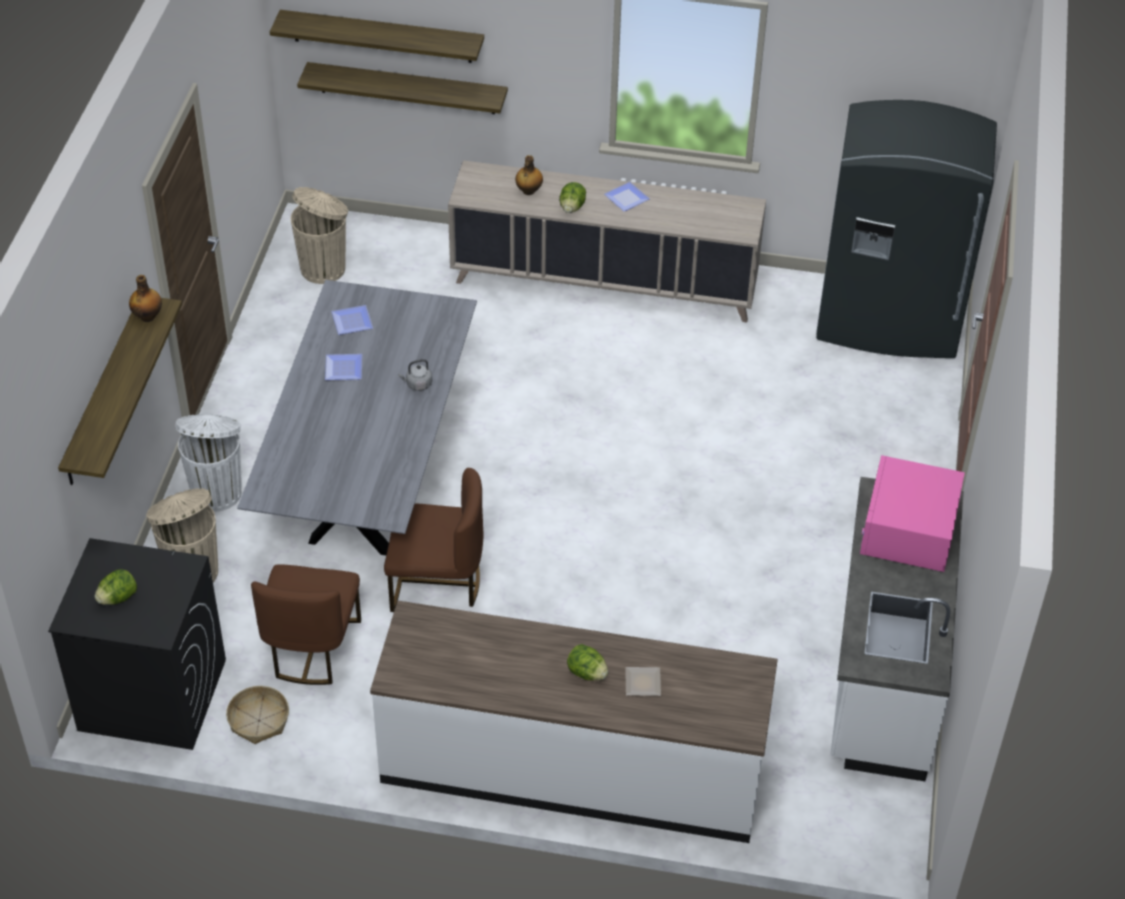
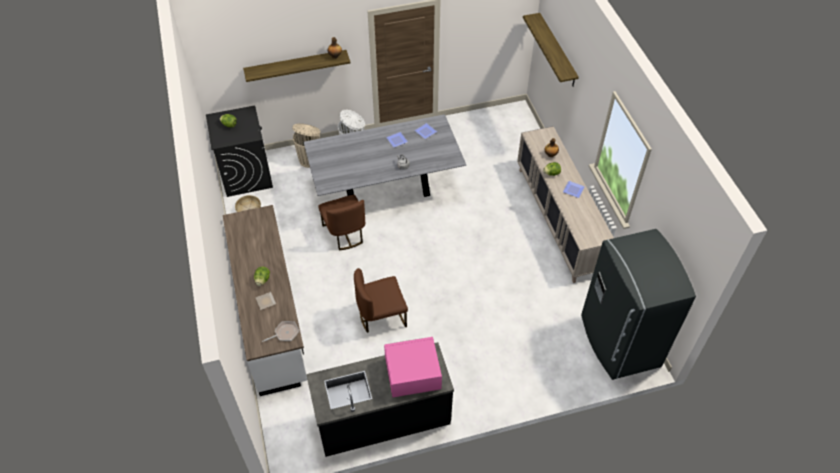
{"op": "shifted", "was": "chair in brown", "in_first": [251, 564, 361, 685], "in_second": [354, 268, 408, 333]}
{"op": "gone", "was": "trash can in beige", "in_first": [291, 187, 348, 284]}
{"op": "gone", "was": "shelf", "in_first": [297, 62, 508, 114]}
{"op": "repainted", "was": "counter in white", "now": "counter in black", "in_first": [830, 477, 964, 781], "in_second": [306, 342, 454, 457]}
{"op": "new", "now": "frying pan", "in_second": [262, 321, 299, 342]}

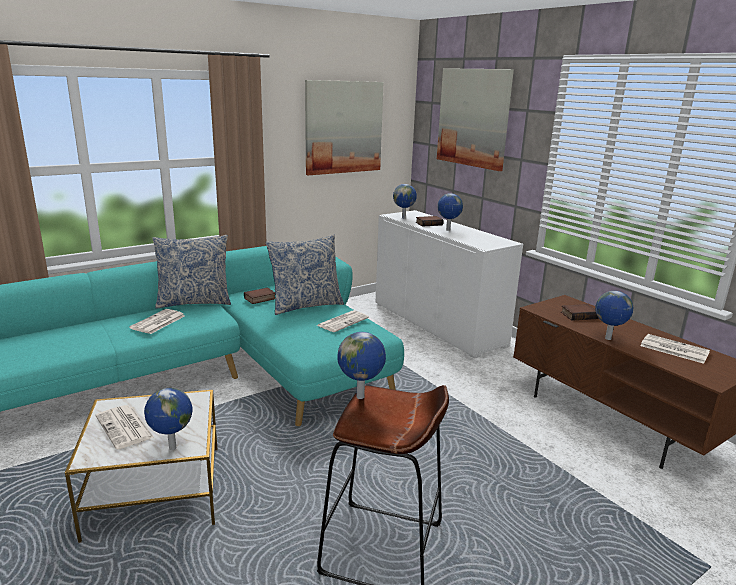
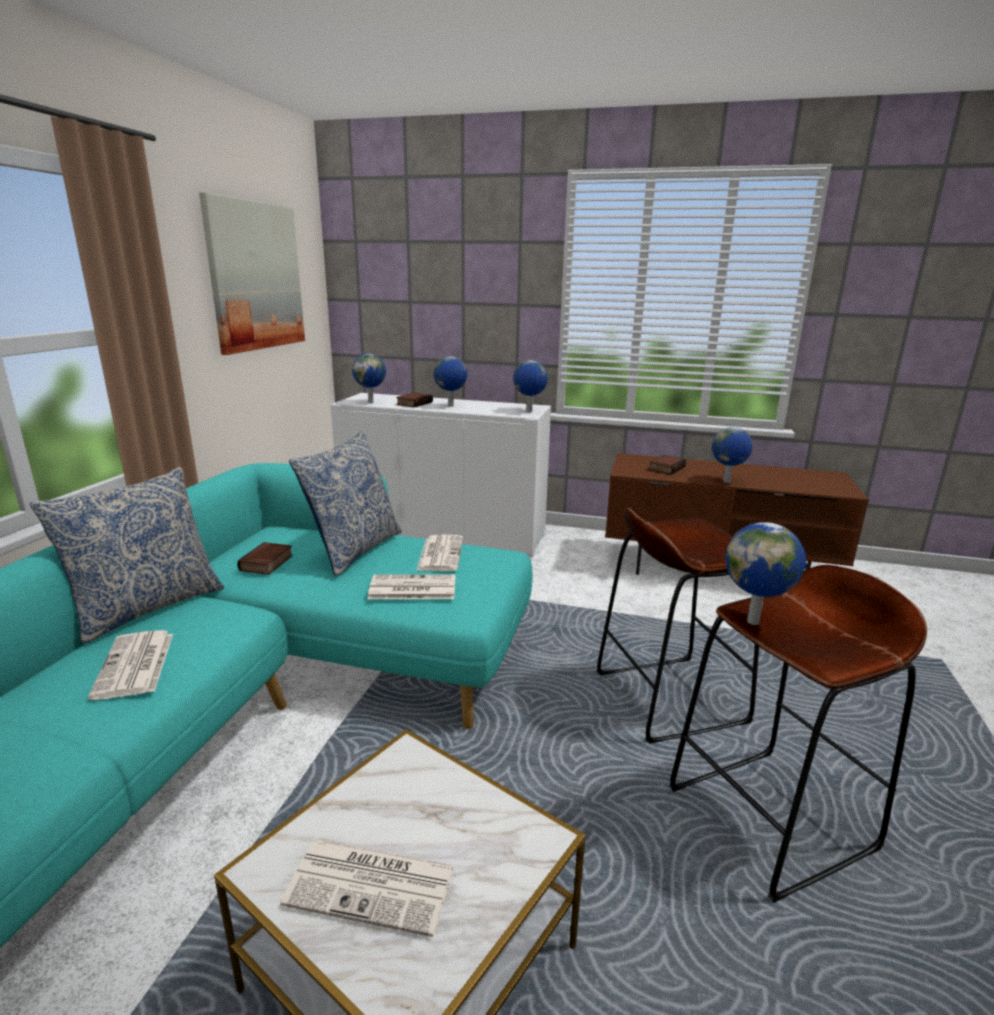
{"op": "shifted", "was": "globe", "in_first": [144, 388, 193, 450], "in_second": [513, 360, 548, 412]}
{"op": "gone", "was": "picture", "in_first": [437, 68, 514, 171]}
{"op": "shifted", "was": "newspaper", "in_first": [640, 334, 710, 364], "in_second": [368, 574, 455, 599]}
{"op": "new", "now": "stool in brown", "in_second": [597, 508, 759, 744]}

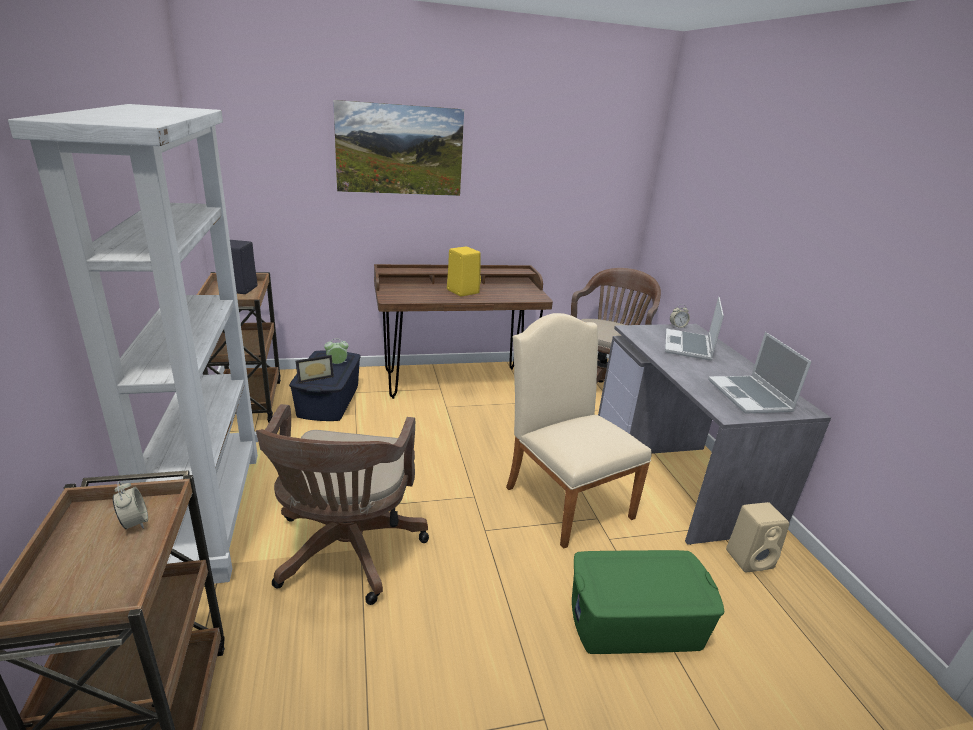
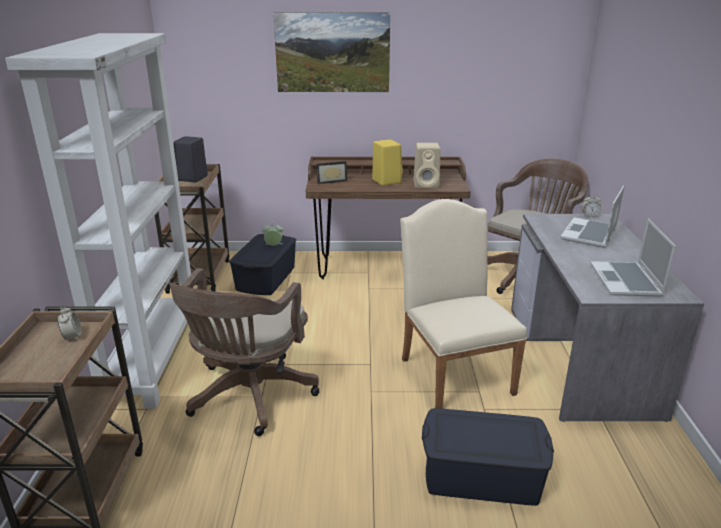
{"op": "shifted", "was": "picture frame", "in_first": [296, 355, 334, 383], "in_second": [316, 161, 348, 184]}
{"op": "repainted", "was": "storage box in green", "now": "storage box in blue", "in_first": [572, 550, 724, 654], "in_second": [422, 408, 554, 506]}
{"op": "shifted", "was": "speaker in beige", "in_first": [726, 502, 790, 572], "in_second": [413, 143, 441, 188]}

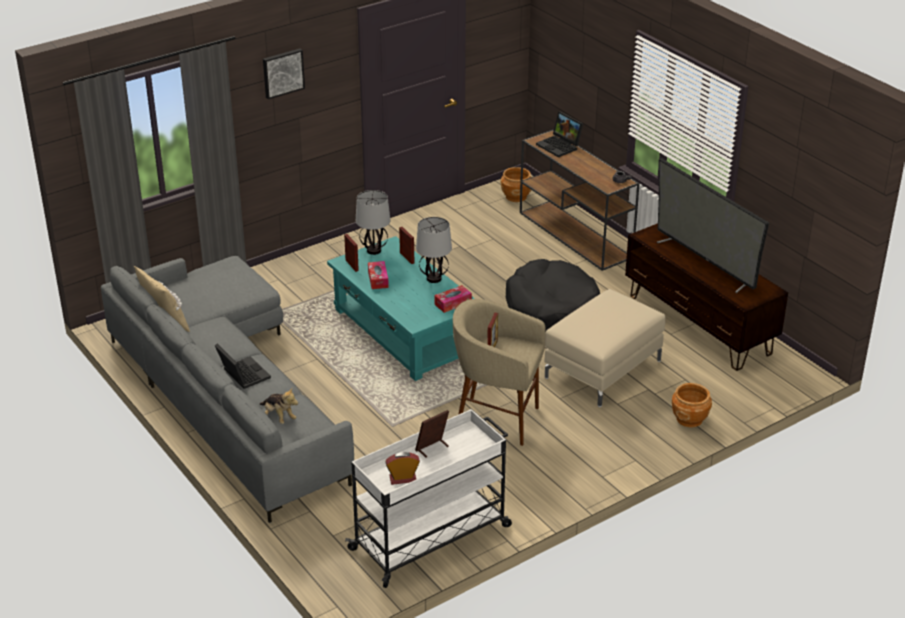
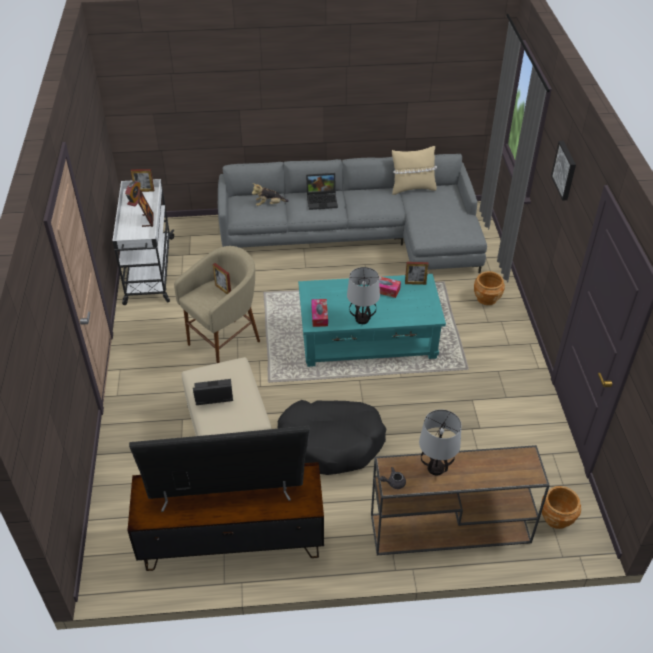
{"op": "shifted", "was": "table lamp", "in_first": [356, 190, 391, 255], "in_second": [419, 410, 461, 476]}
{"op": "shifted", "was": "picture frame", "in_first": [399, 227, 414, 264], "in_second": [131, 169, 154, 192]}
{"op": "shifted", "was": "laptop", "in_first": [536, 111, 583, 158], "in_second": [193, 379, 233, 405]}
{"op": "shifted", "was": "planter in brown", "in_first": [672, 383, 712, 427], "in_second": [474, 271, 505, 305]}

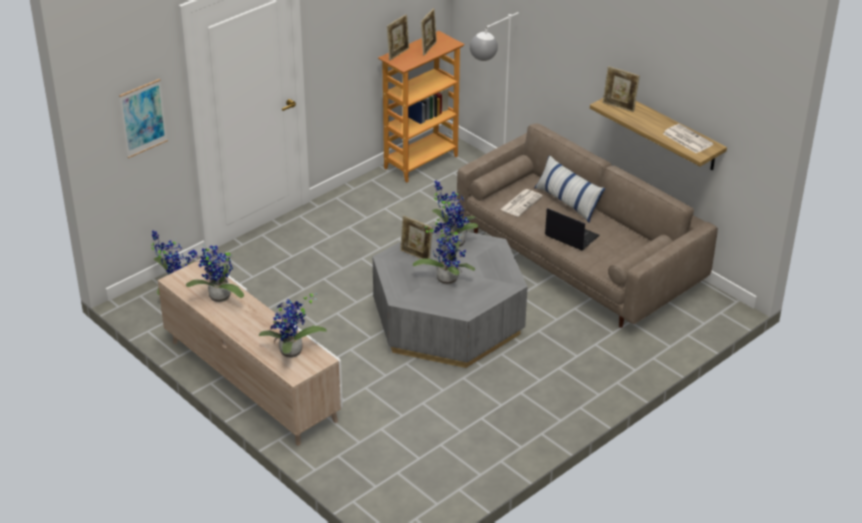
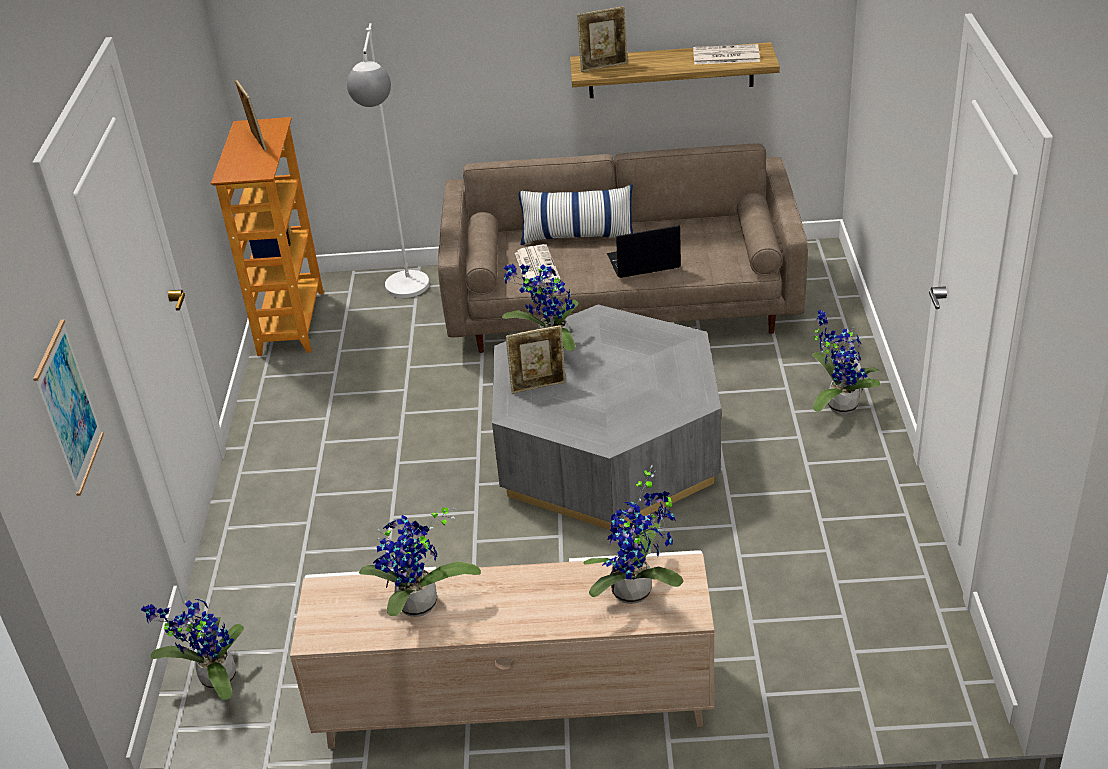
{"op": "gone", "was": "picture frame", "in_first": [387, 14, 409, 60]}
{"op": "shifted", "was": "potted plant", "in_first": [413, 212, 475, 285], "in_second": [811, 310, 880, 414]}

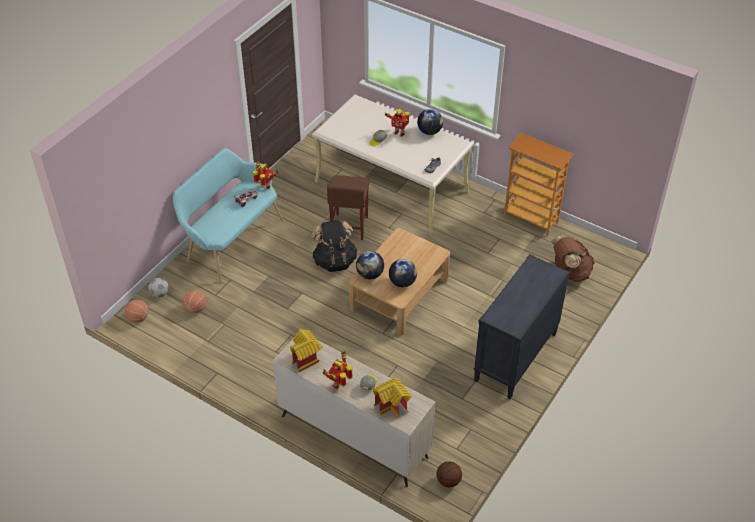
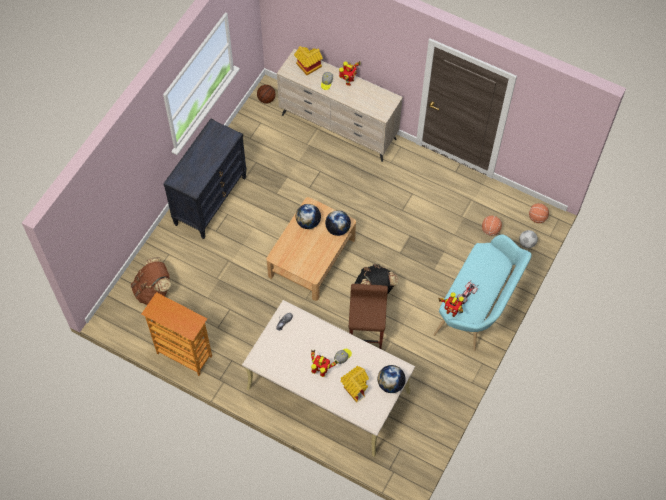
{"op": "shifted", "was": "toy house", "in_first": [290, 329, 323, 372], "in_second": [340, 366, 369, 403]}
{"op": "shifted", "was": "globe", "in_first": [417, 109, 443, 135], "in_second": [378, 365, 406, 393]}

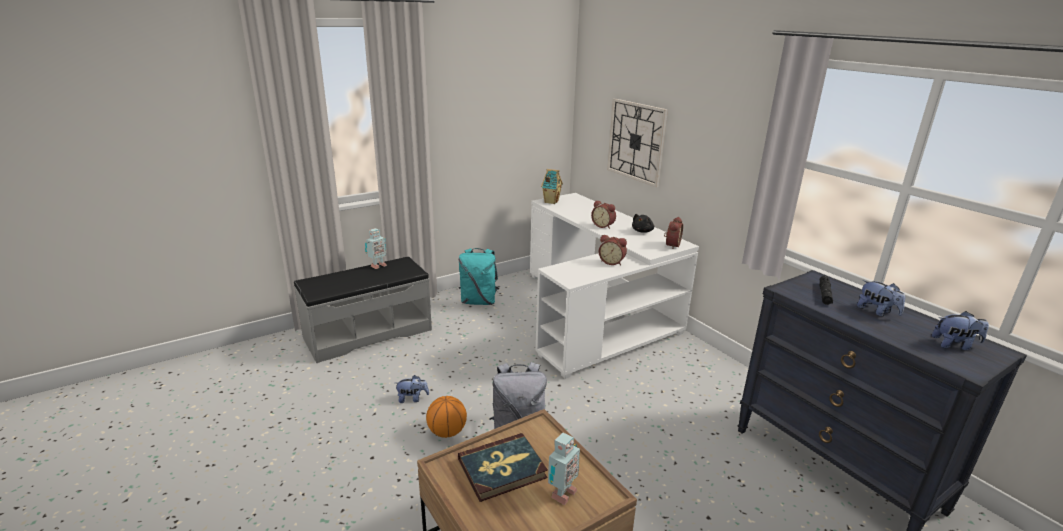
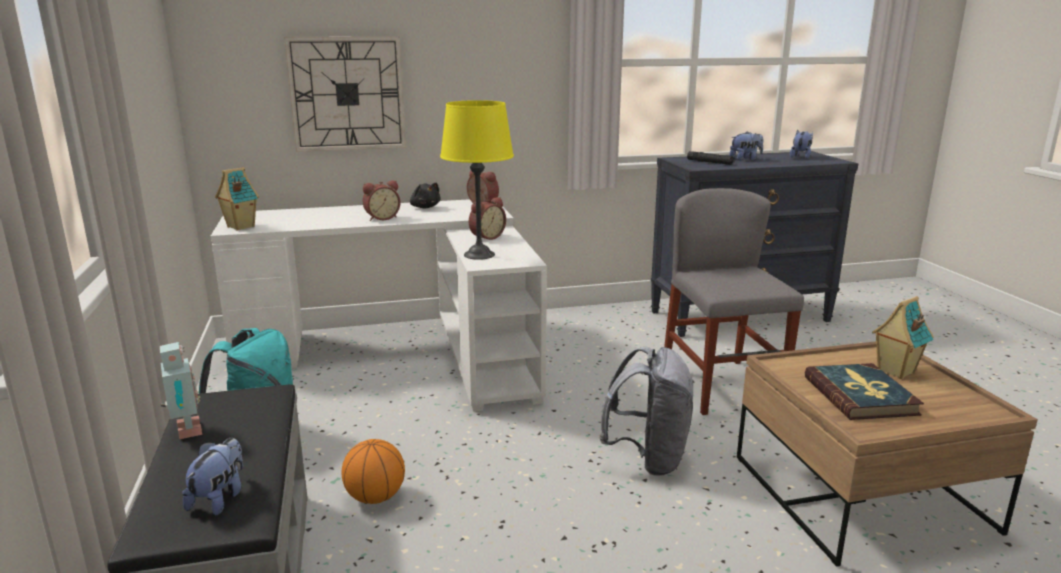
{"op": "shifted", "was": "plush toy", "in_first": [395, 375, 429, 403], "in_second": [182, 438, 243, 515]}
{"op": "shifted", "was": "basketball", "in_first": [426, 396, 467, 438], "in_second": [342, 439, 405, 504]}
{"op": "swapped", "was": "toy robot", "now": "toy house", "in_first": [548, 432, 580, 505], "in_second": [872, 296, 934, 379]}
{"op": "new", "now": "table lamp in yellow", "in_second": [440, 100, 514, 260]}
{"op": "new", "now": "chair in grey", "in_second": [664, 188, 804, 415]}

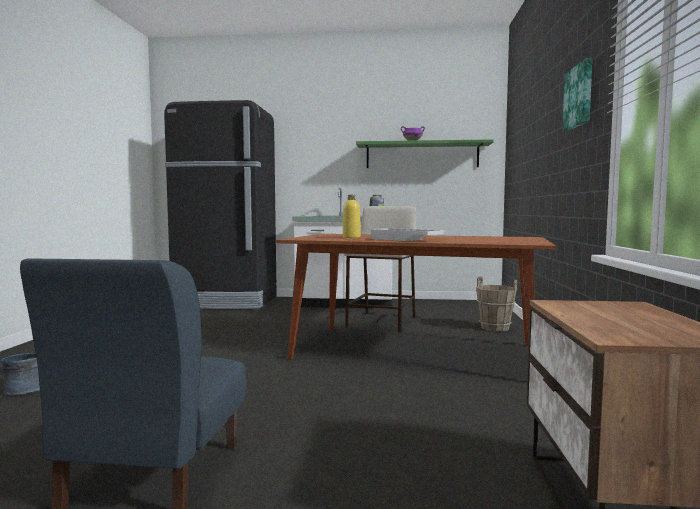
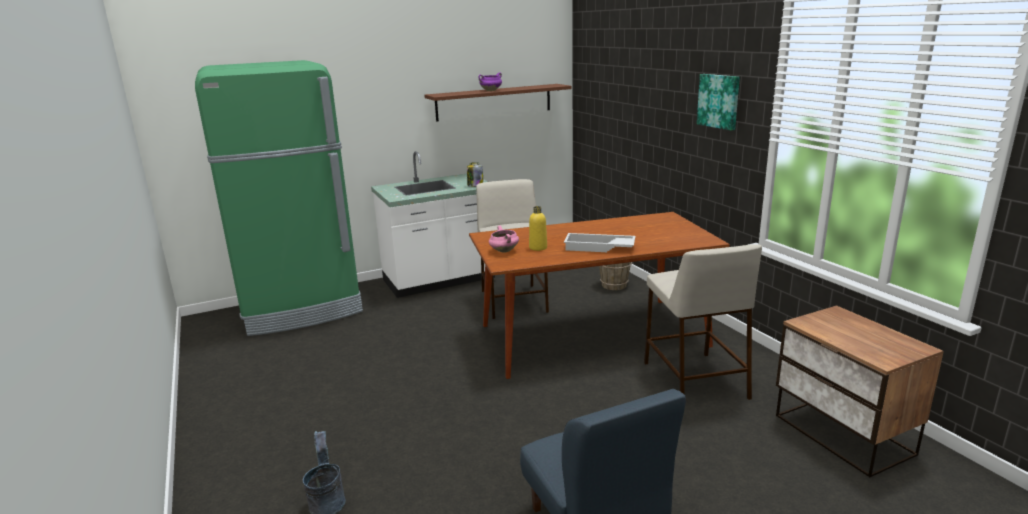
{"op": "repainted", "was": "fridge in black", "now": "fridge in green", "in_first": [164, 100, 277, 309], "in_second": [195, 60, 363, 336]}
{"op": "repainted", "was": "shelf in green", "now": "shelf in brown", "in_first": [356, 139, 494, 168], "in_second": [424, 84, 572, 122]}
{"op": "new", "now": "cooking pot in pink", "in_second": [489, 226, 519, 253]}
{"op": "new", "now": "stool in beige", "in_second": [644, 244, 762, 410]}

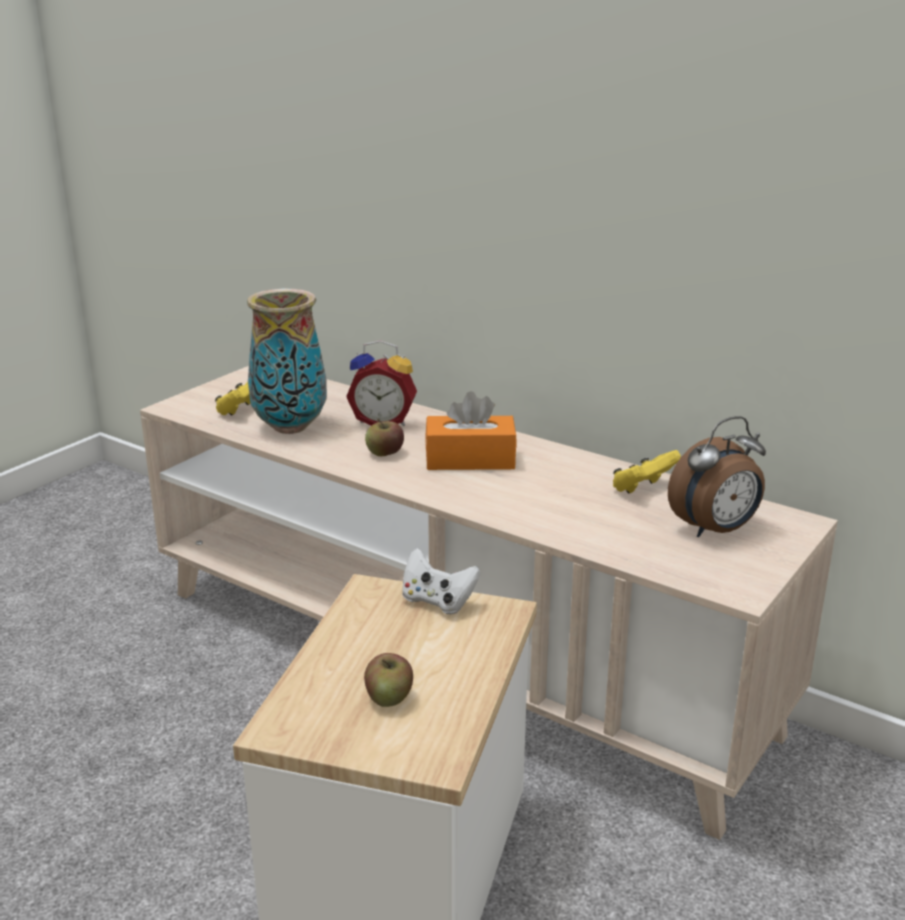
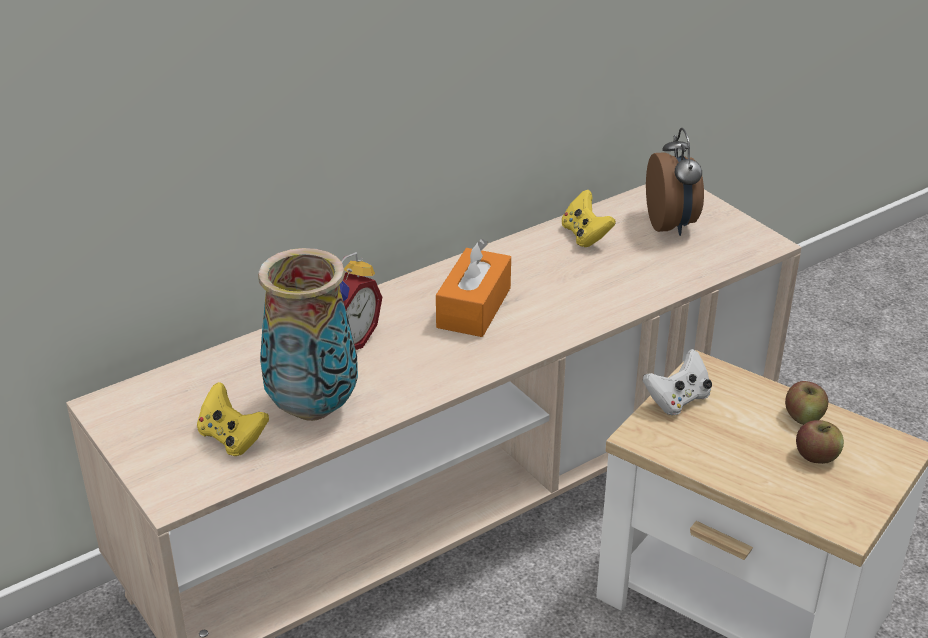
{"op": "shifted", "was": "apple", "in_first": [365, 419, 404, 456], "in_second": [785, 381, 828, 425]}

